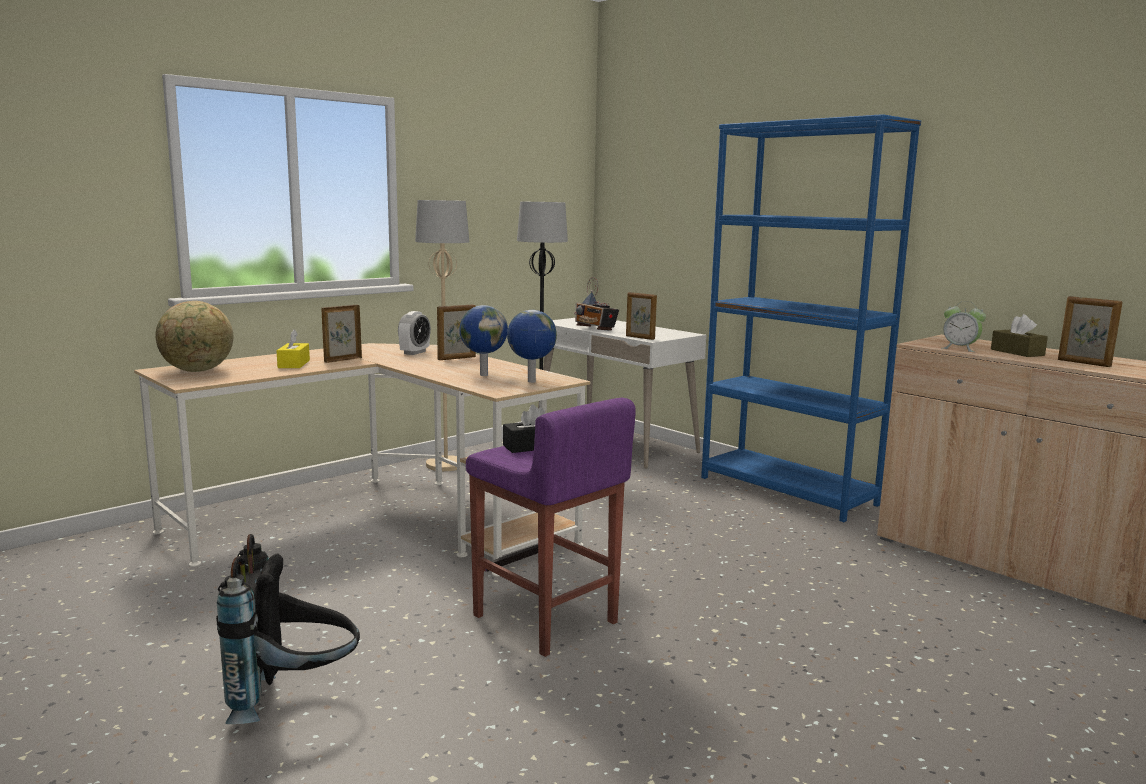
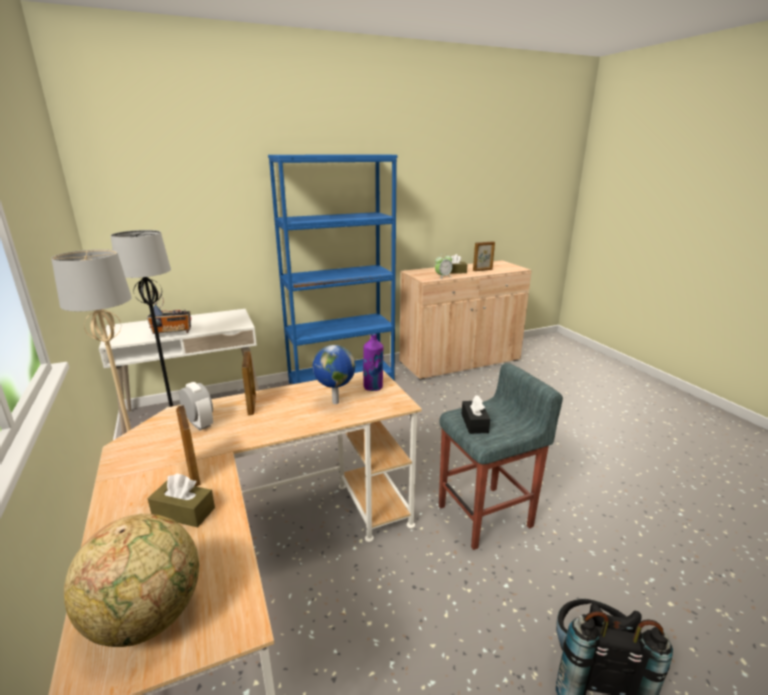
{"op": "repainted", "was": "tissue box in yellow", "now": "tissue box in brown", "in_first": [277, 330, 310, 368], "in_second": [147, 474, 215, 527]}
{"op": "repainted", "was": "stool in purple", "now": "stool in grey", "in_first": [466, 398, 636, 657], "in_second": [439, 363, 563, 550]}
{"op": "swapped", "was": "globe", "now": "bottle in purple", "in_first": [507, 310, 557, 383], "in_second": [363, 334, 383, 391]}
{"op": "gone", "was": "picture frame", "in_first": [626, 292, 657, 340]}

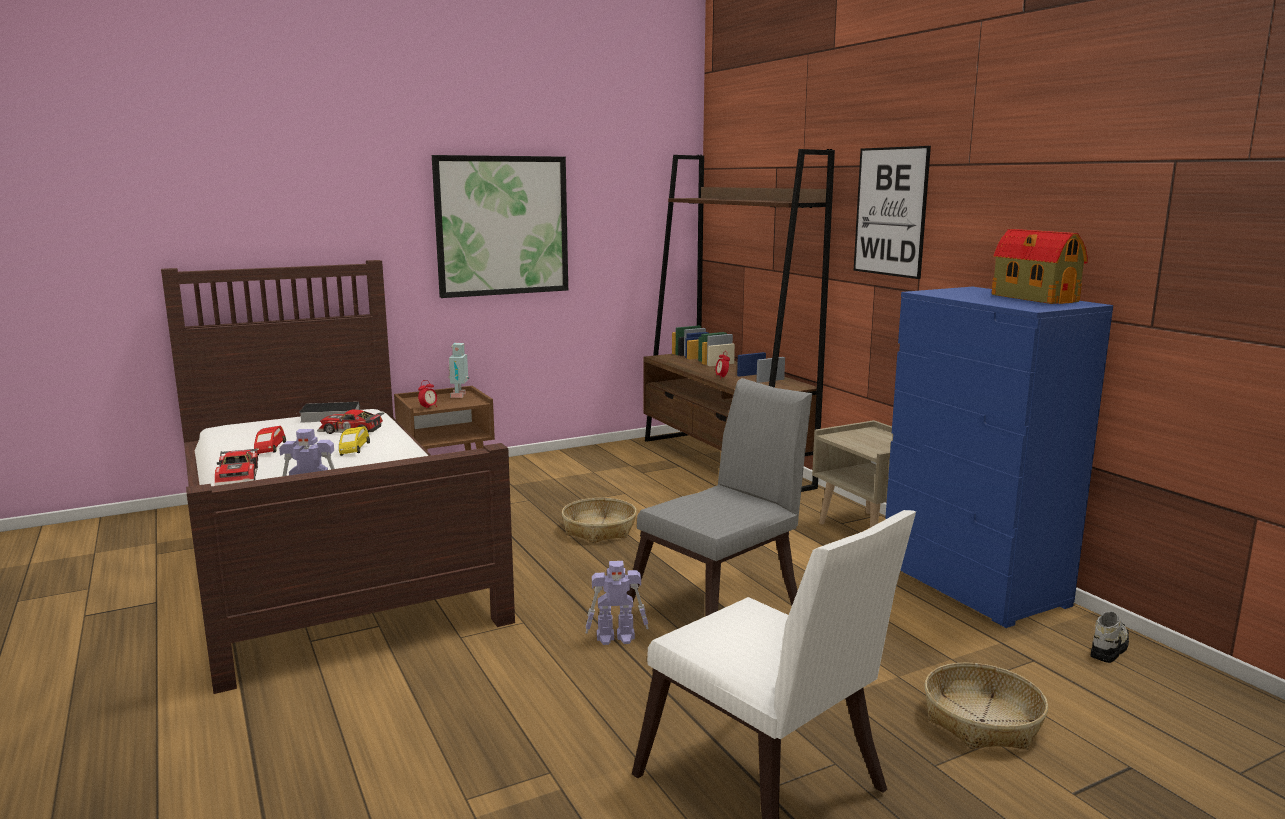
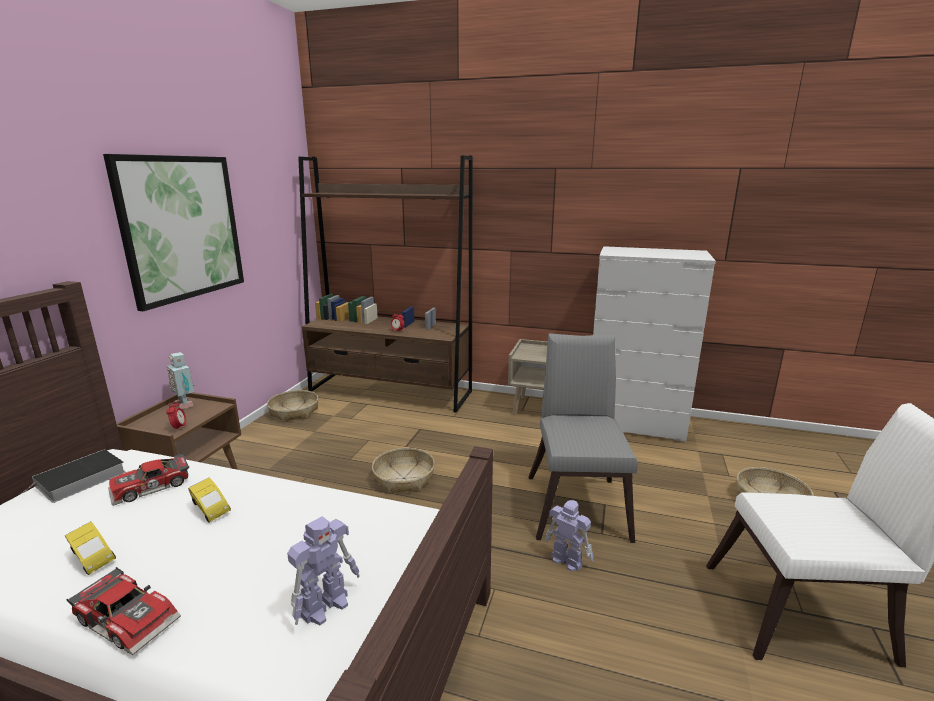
{"op": "repainted", "was": "toy car in red", "now": "toy car in yellow", "in_first": [254, 426, 286, 455], "in_second": [65, 521, 116, 575]}
{"op": "rotated", "was": "toy robot", "in_first": [586, 561, 649, 645], "in_second": [545, 500, 593, 572], "clockwise": -90}
{"op": "gone", "was": "picture", "in_first": [853, 146, 931, 279]}
{"op": "repainted", "was": "dresser in blue", "now": "dresser in white", "in_first": [885, 287, 1113, 628], "in_second": [593, 246, 716, 442]}
{"op": "gone", "was": "toy house", "in_first": [991, 229, 1088, 304]}
{"op": "gone", "was": "shoe", "in_first": [1091, 611, 1129, 663]}
{"op": "new", "now": "basket", "in_second": [267, 390, 318, 422]}

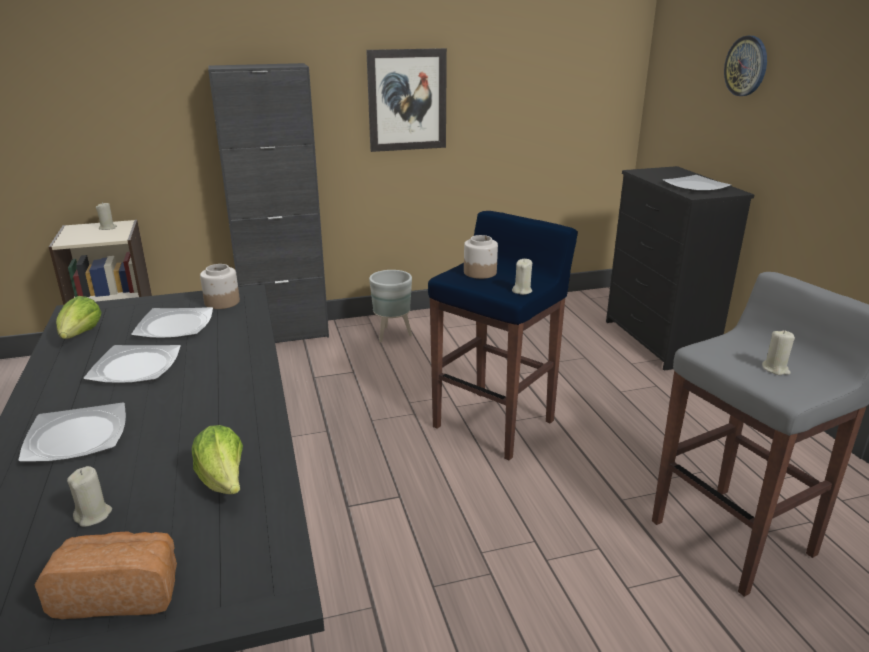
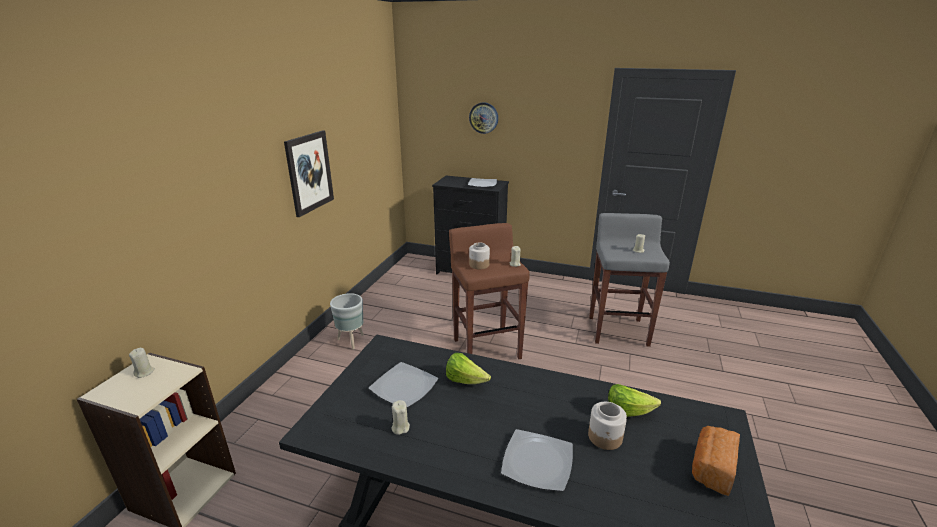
{"op": "shifted", "was": "lettuce", "in_first": [56, 296, 102, 339], "in_second": [446, 353, 491, 384]}
{"op": "shifted", "was": "candle in beige", "in_first": [67, 466, 112, 527], "in_second": [391, 400, 410, 435]}
{"op": "gone", "was": "plate", "in_first": [83, 345, 181, 384]}
{"op": "shifted", "was": "jar", "in_first": [200, 264, 240, 309], "in_second": [588, 402, 627, 450]}
{"op": "gone", "was": "cabinet in black", "in_first": [208, 63, 329, 343]}
{"op": "repainted", "was": "stool in blue", "now": "stool in brown", "in_first": [428, 211, 578, 461], "in_second": [449, 223, 530, 359]}

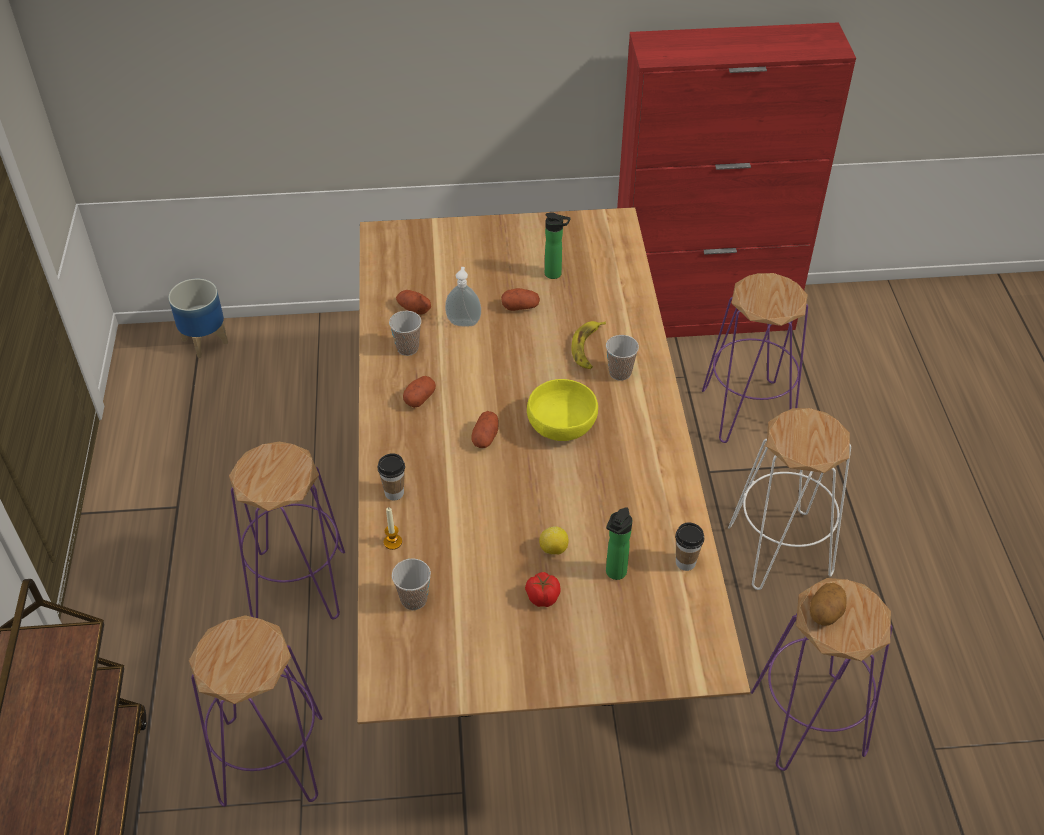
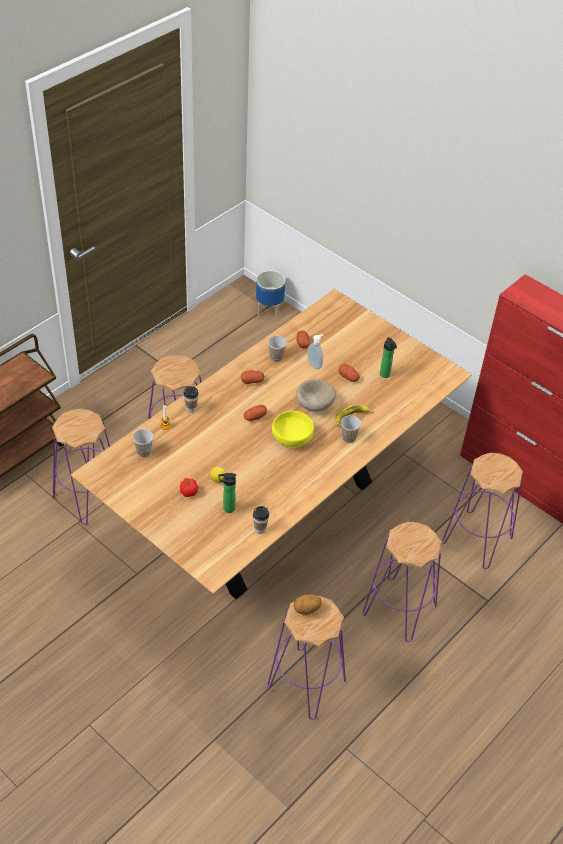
{"op": "repainted", "was": "stool in white", "now": "stool in purple", "in_first": [728, 408, 851, 590], "in_second": [363, 522, 441, 642]}
{"op": "new", "now": "bowl in beige", "in_second": [296, 379, 336, 412]}

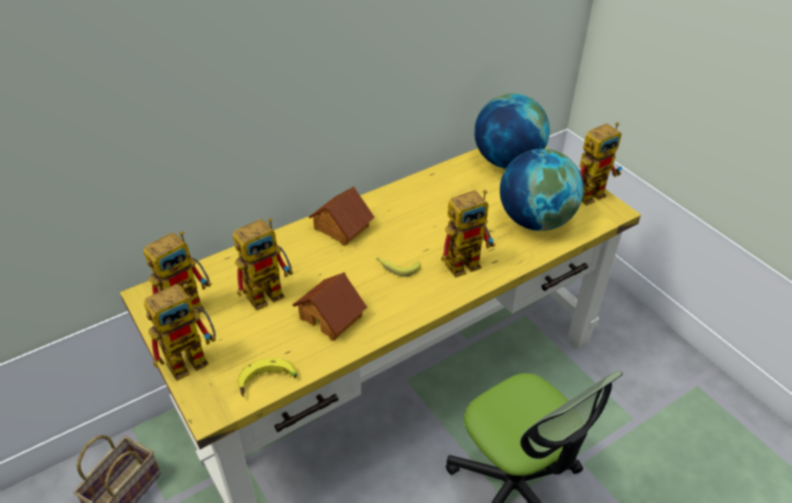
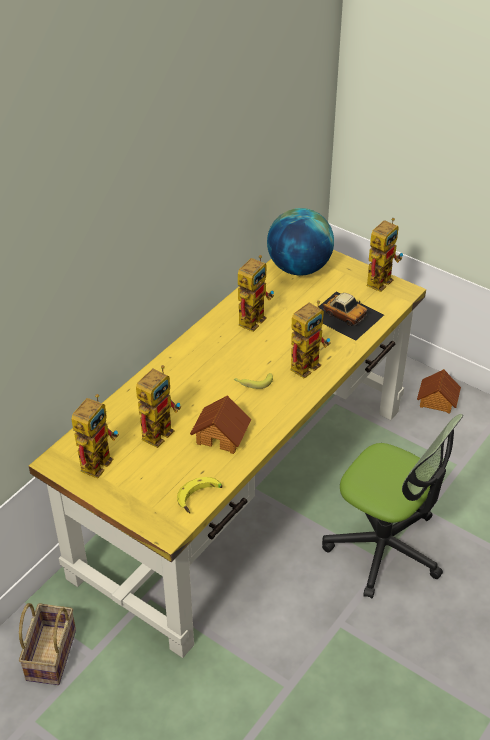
{"op": "shifted", "was": "toy robot", "in_first": [144, 284, 216, 381], "in_second": [238, 255, 274, 332]}
{"op": "shifted", "was": "toy house", "in_first": [309, 186, 375, 246], "in_second": [417, 369, 461, 414]}
{"op": "swapped", "was": "globe", "now": "toy car", "in_first": [500, 148, 584, 231], "in_second": [318, 291, 384, 341]}

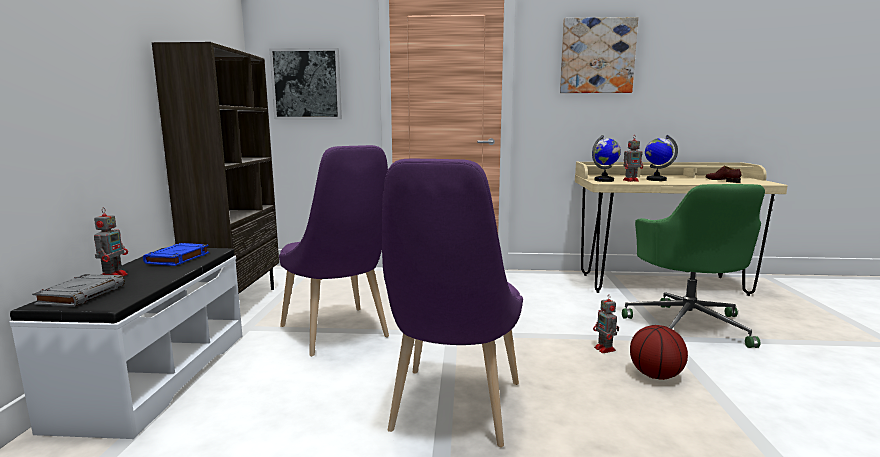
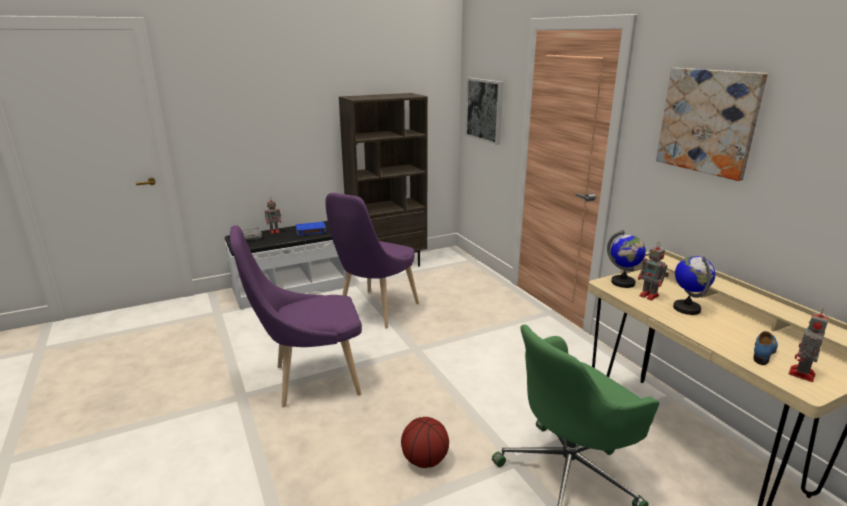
{"op": "shifted", "was": "toy robot", "in_first": [593, 294, 619, 353], "in_second": [788, 308, 829, 382]}
{"op": "repainted", "was": "shoe in brown", "now": "shoe in blue", "in_first": [706, 166, 742, 183], "in_second": [753, 331, 778, 365]}

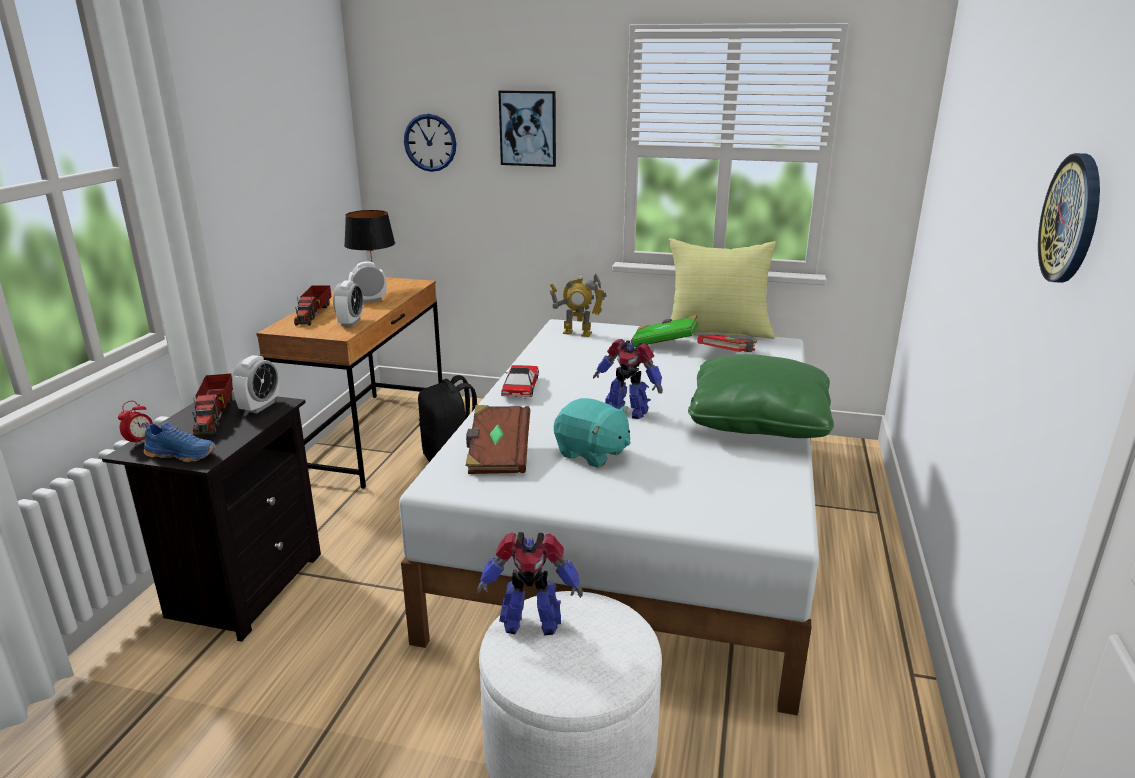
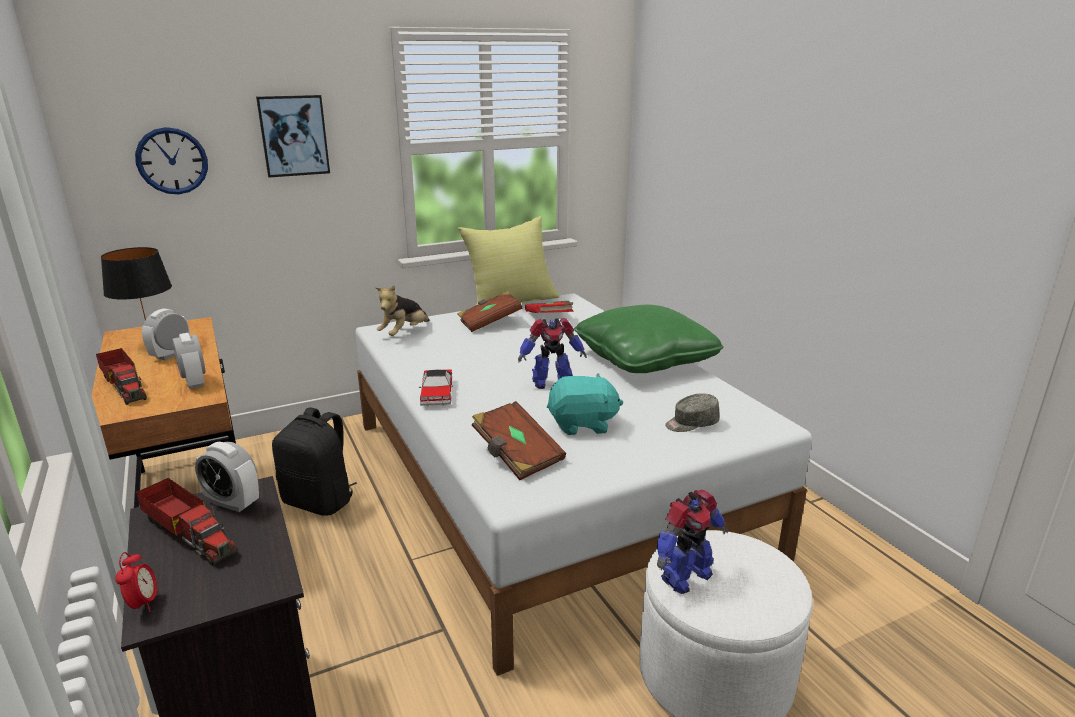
{"op": "gone", "was": "shoe in blue", "in_first": [142, 422, 216, 462]}
{"op": "rotated", "was": "alarm clock", "in_first": [232, 355, 279, 414], "in_second": [195, 442, 259, 512], "clockwise": 135}
{"op": "rotated", "was": "toy car", "in_first": [501, 365, 539, 399], "in_second": [419, 369, 453, 406], "clockwise": -150}
{"op": "swapped", "was": "toy robot", "now": "plush toy", "in_first": [550, 273, 607, 337], "in_second": [376, 285, 429, 336]}
{"op": "repainted", "was": "book in green", "now": "book in brown", "in_first": [631, 315, 698, 347], "in_second": [458, 291, 523, 332]}
{"op": "gone", "was": "wall clock", "in_first": [1038, 153, 1100, 283]}
{"op": "new", "now": "cap in grey", "in_second": [665, 393, 720, 432]}

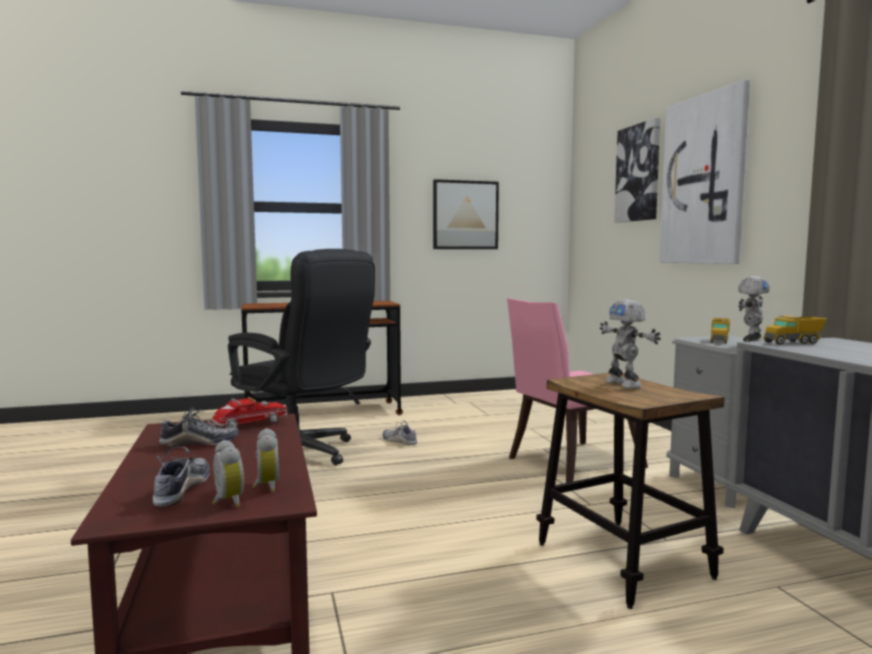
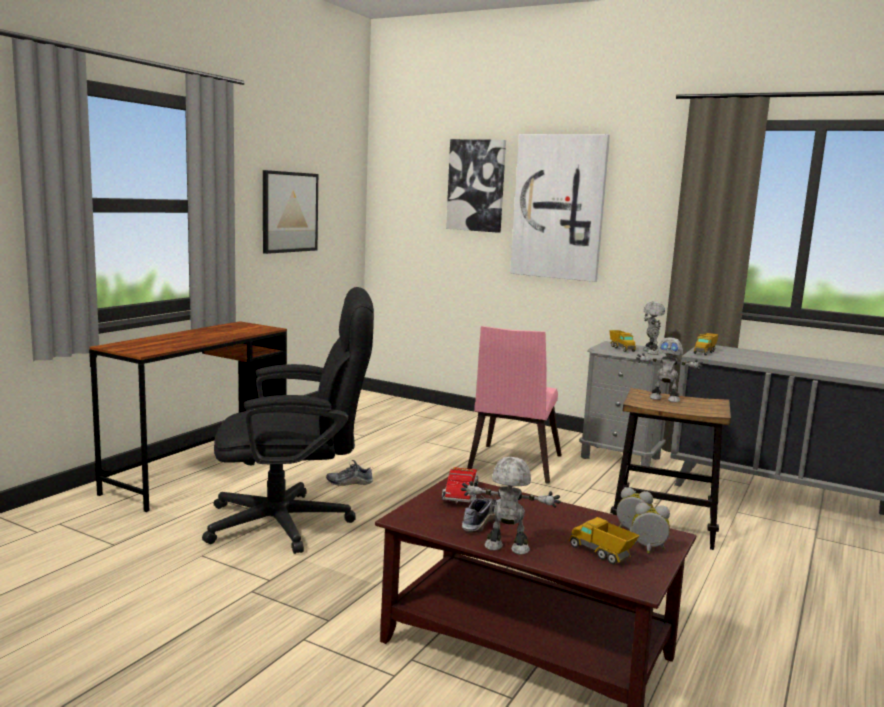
{"op": "swapped", "was": "shoe", "now": "toy truck", "in_first": [153, 447, 210, 507], "in_second": [569, 517, 640, 564]}
{"op": "new", "now": "toy robot", "in_second": [461, 457, 561, 555]}

